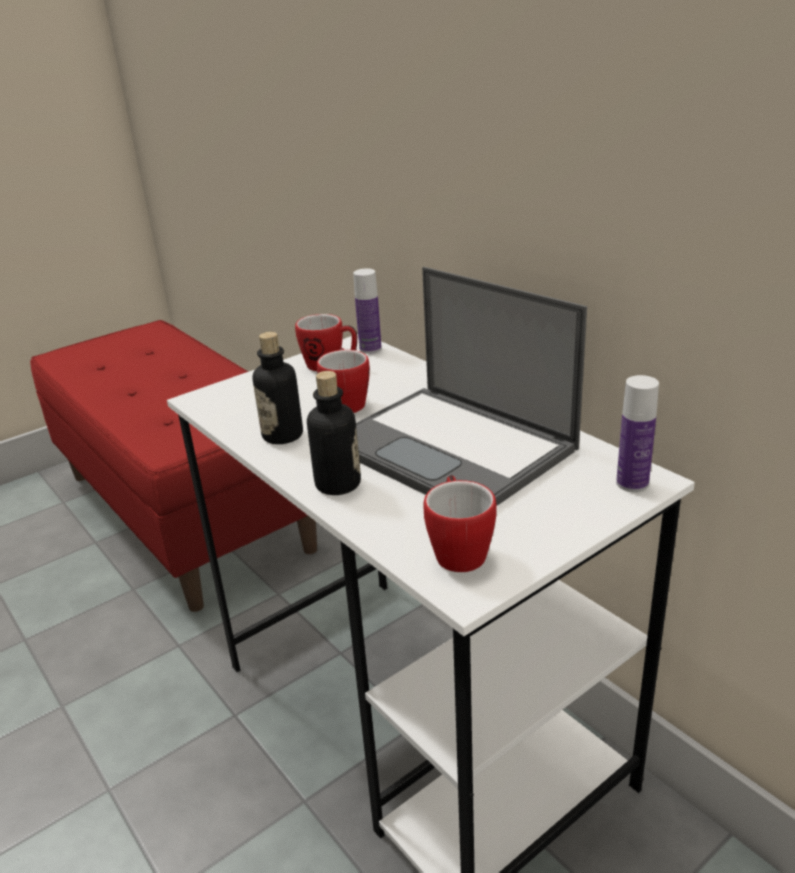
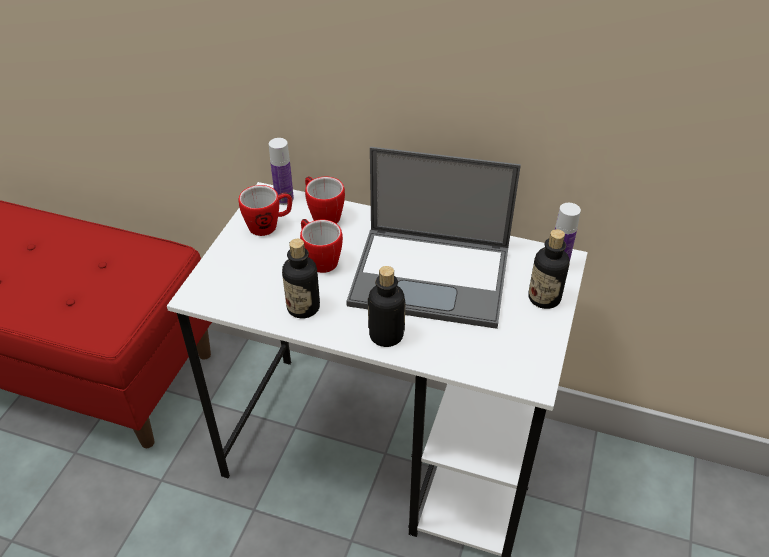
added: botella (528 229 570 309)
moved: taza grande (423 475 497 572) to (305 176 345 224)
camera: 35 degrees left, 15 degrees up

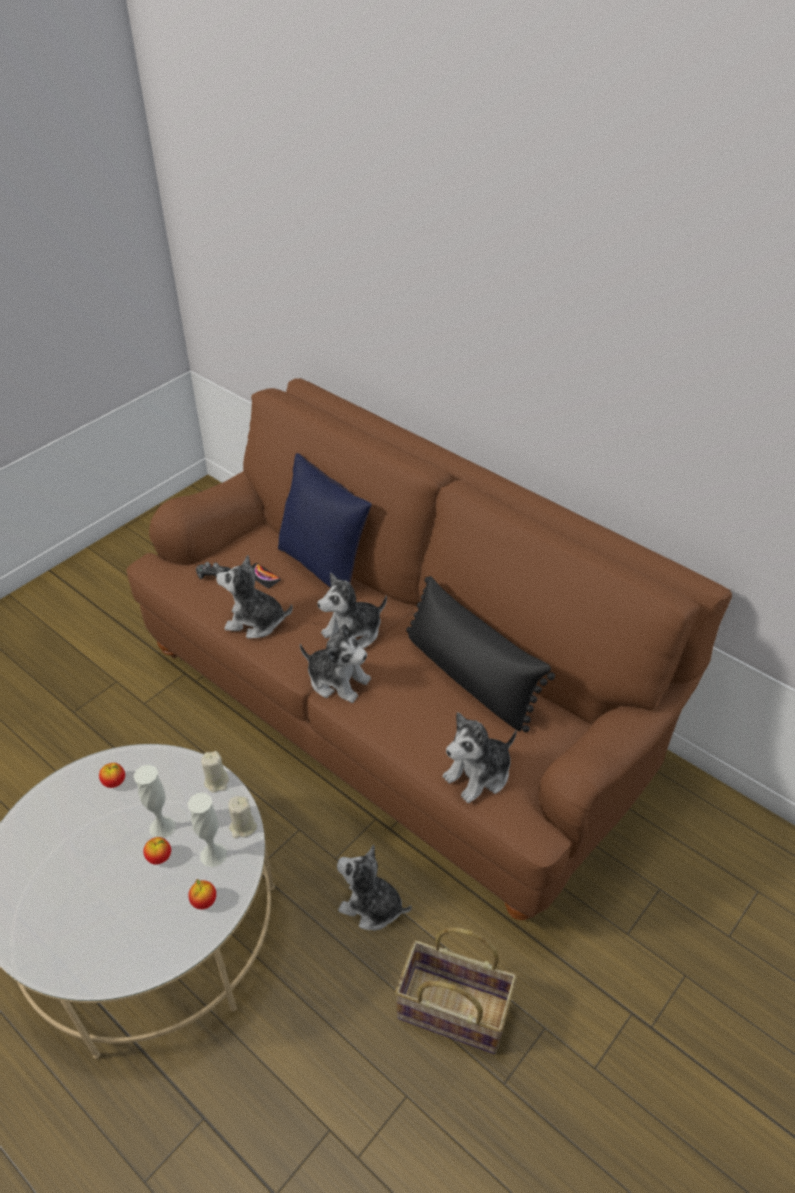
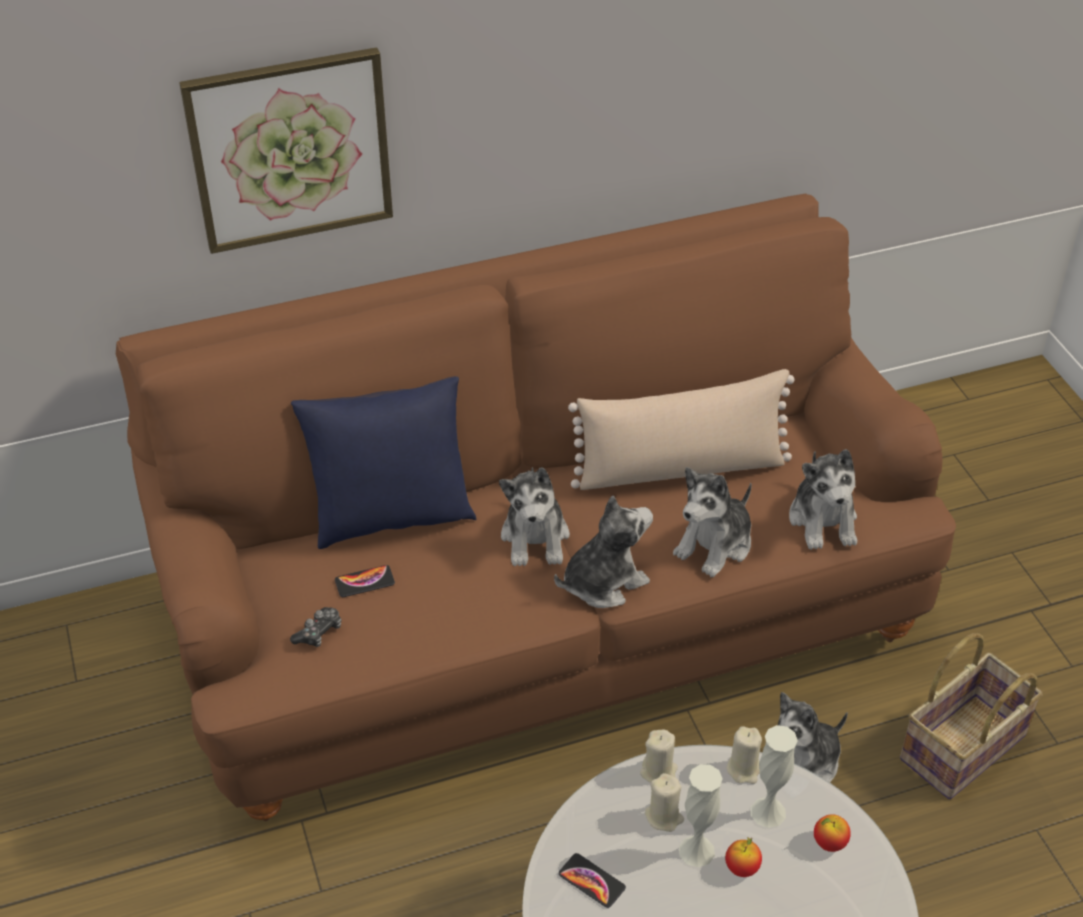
added: cuadro (179 47 393 254); vela/beis (645 773 684 832)
moved: peluche (216 555 293 639) to (673 467 752 577)
replaced: manzana (99 763 125 788) to móvil (559 853 626 908)
recoloured: cojín/negro (406 576 555 732) to cojín/beis (568 369 794 490)
camera: 60 degrees left, 0 degrees up

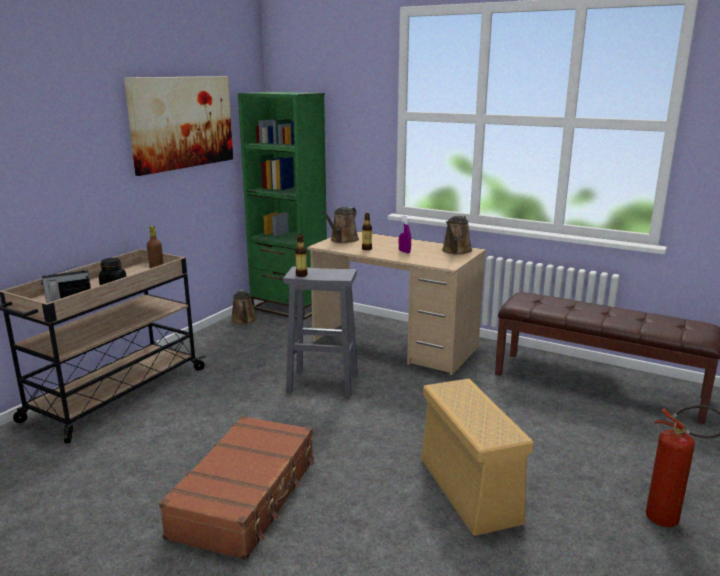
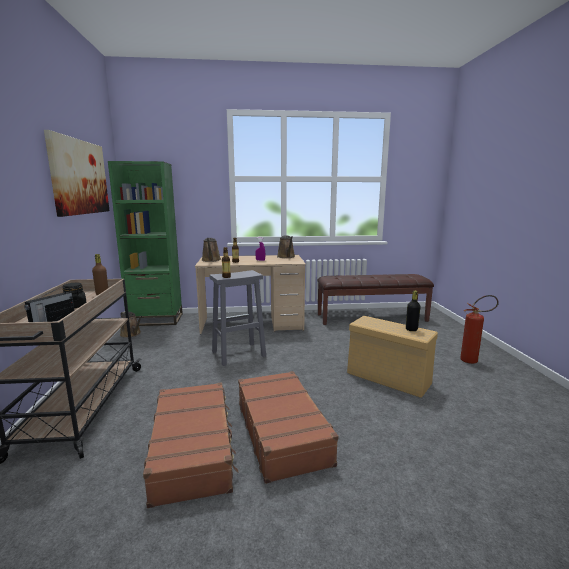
added: maleta/marrón (143 382 238 508); botella/negro (406 291 421 331)
camera: 35 degrees left, 5 degrees down

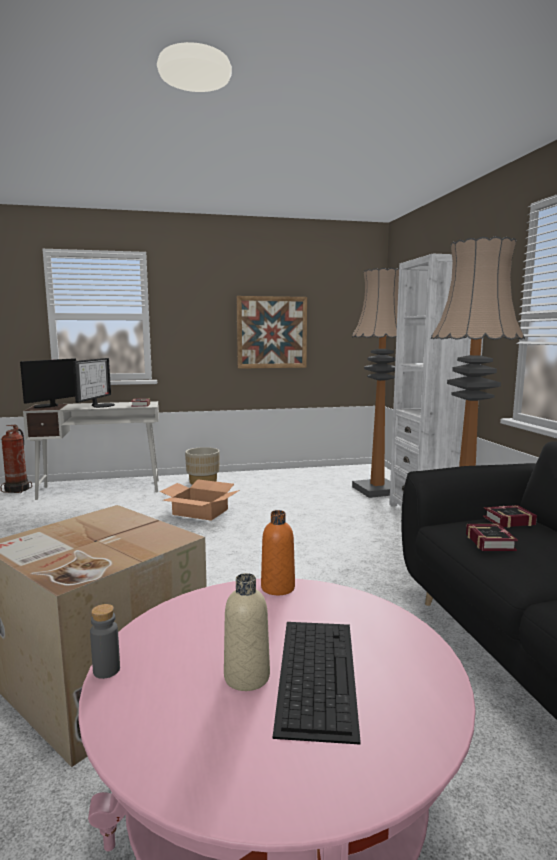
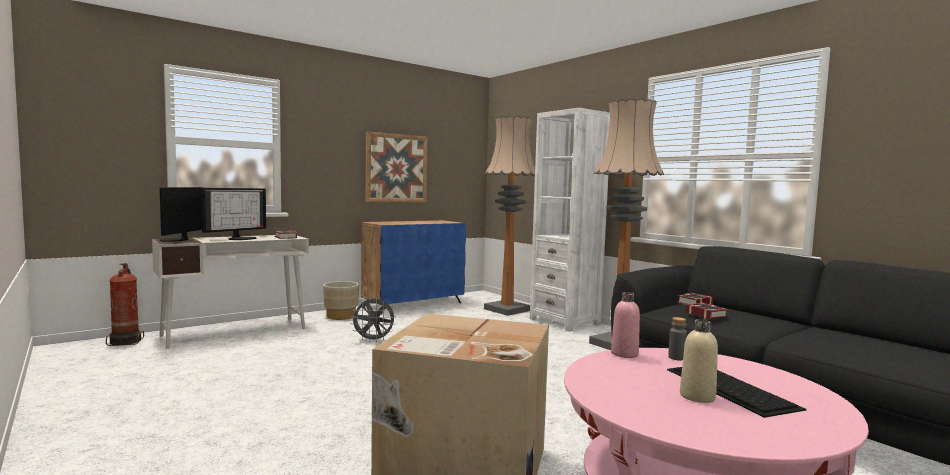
added: armario/azul (361 220 466 315)
moved: botella/gris (90 604 120 679) to (668 317 687 360)
replaced: caja de cartón (160 479 240 521) to ventilador/gris (350 298 396 342)
recoloured: botella/naranja (261 510 295 595) to botella/rosa (611 292 640 358)
turned: monitor (73 358 115 408) = (201 188 266 240) 45 degrees clockwise
camera: 25 degrees left, 5 degrees down

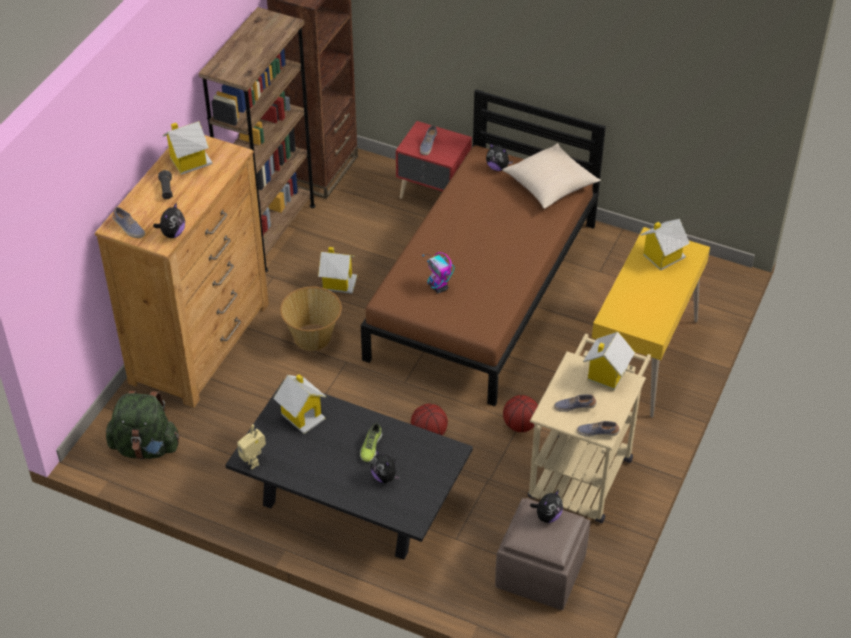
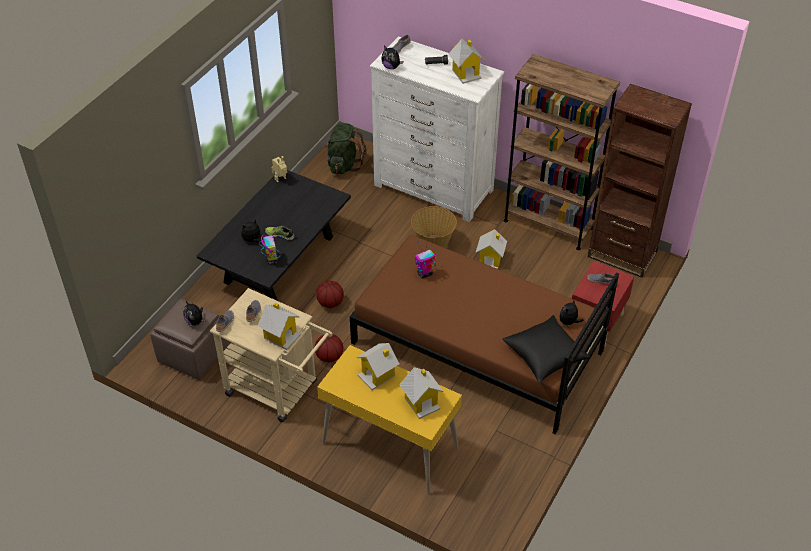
added: robot de juguete (258 230 282 265)
moved: casita (273 374 326 434) to (357 343 399 390)
recoloured: cómoda/marrón (95 135 269 408) to cómoda/blanco (370 36 504 222); cojín/beis (502 143 601 209) to cojín/negro (503 315 591 383)
camera: 95 degrees right, 0 degrees up

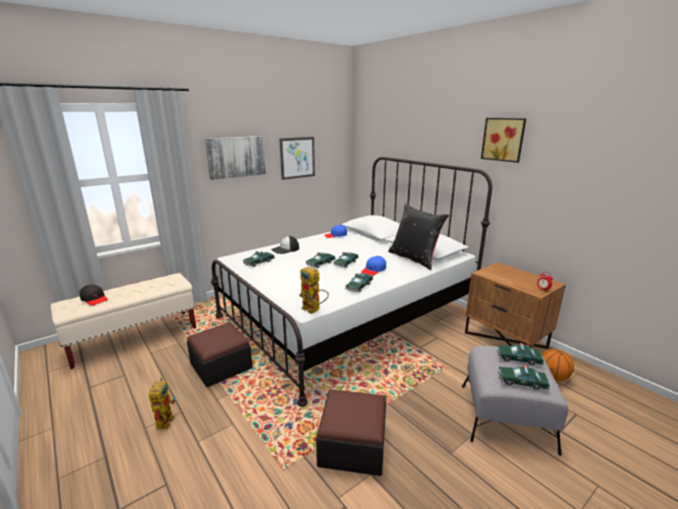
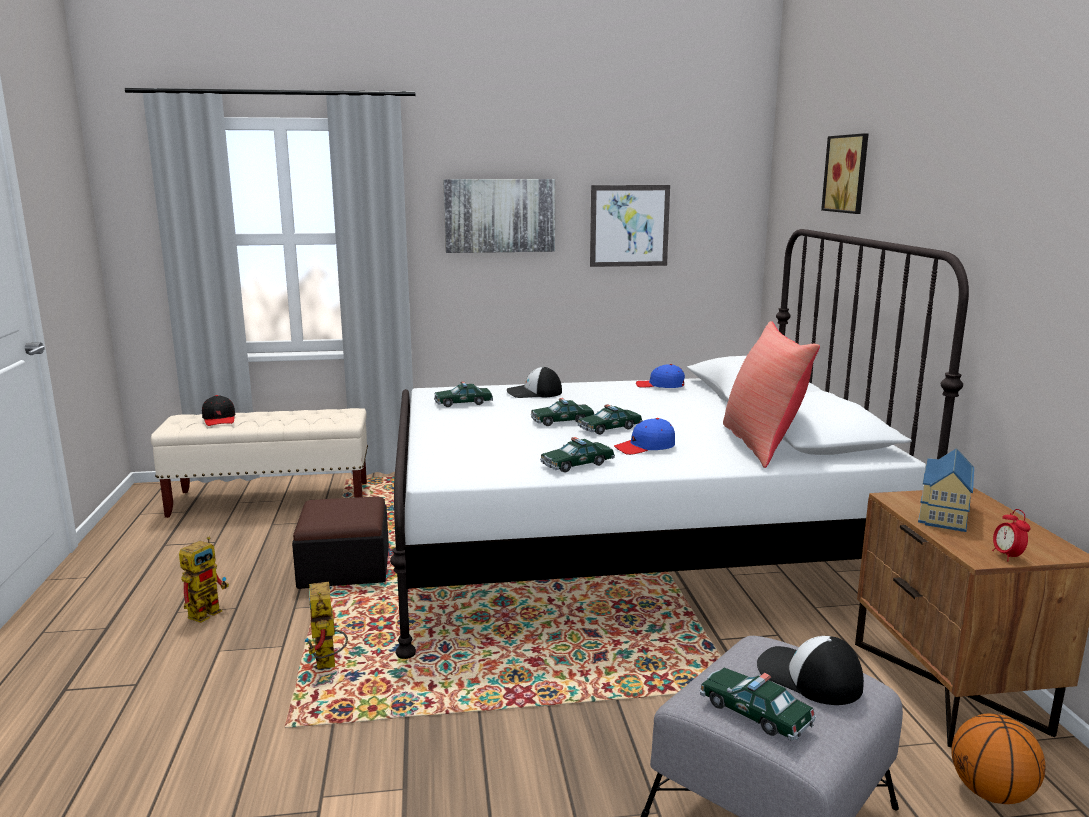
removed: puf (316 390 386 476)
added: casita (918 448 974 532)
moved: robot de juguete (299 266 329 314) to (304 582 348 669); cuadro (481 118 526 163) to (821 133 868 214)
replaced: coche de juguete (497 343 544 365) to gorra (757 636 864 705)
recoloured: cojín/negro (388 203 449 270) to cojín/rojo (723 321 820 468)
camera: 30 degrees right, 5 degrees down

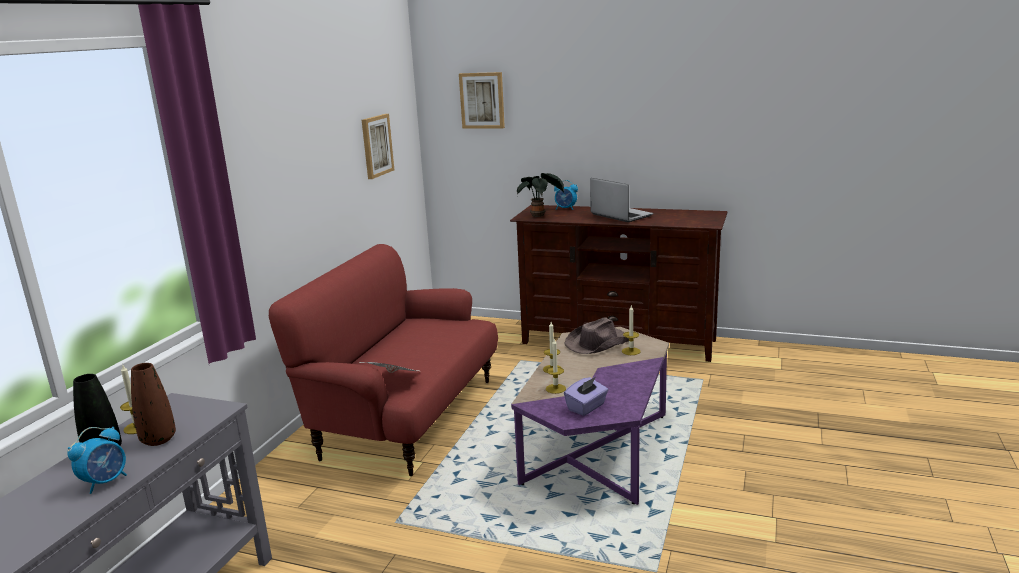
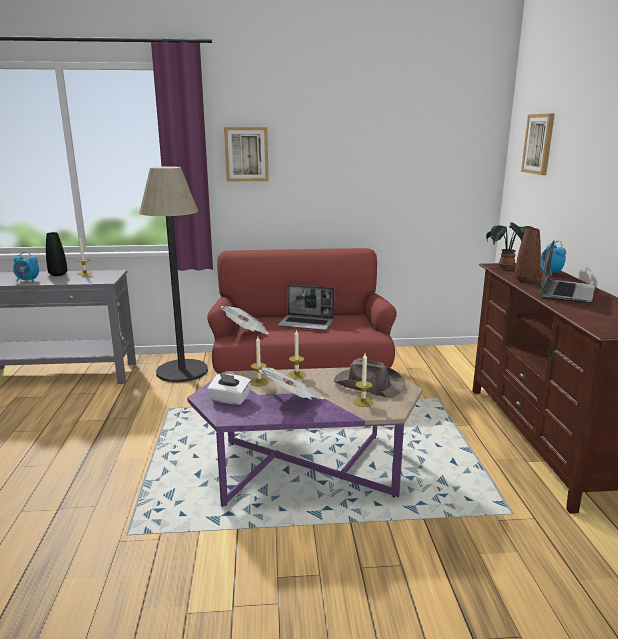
added: lámpara de pie (139 166 208 382); periódico (258 367 325 400); portátil (278 284 334 330)
moved: florero/marrón (131 363 176 446) to (515 228 541 283); cuadro (362 114 394 179) to (224 127 269 181)
recoloured: caja de pañuelos/morado (564 377 608 416) to caja de pañuelos/blanco (207 373 251 405)
camera: 65 degrees right, 0 degrees up

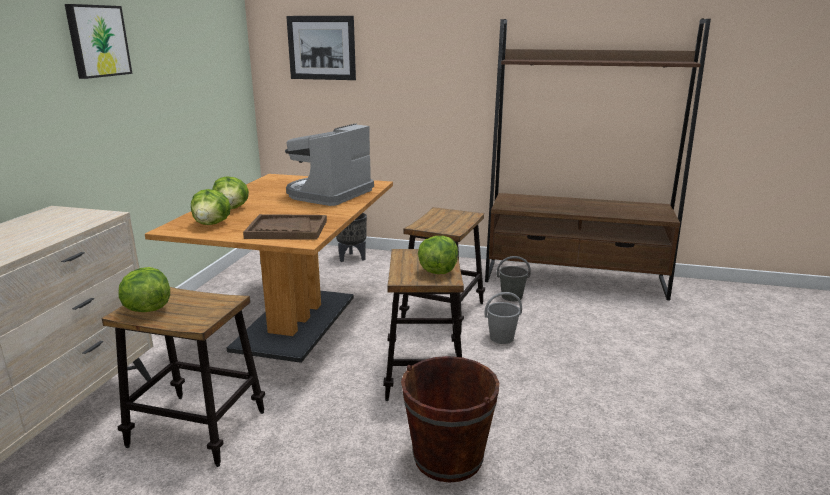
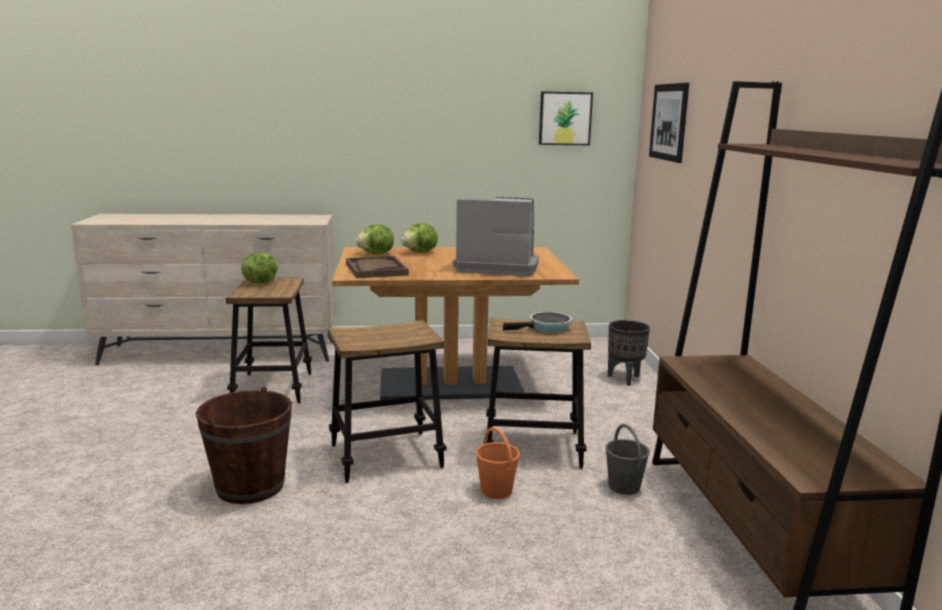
removed: lechuga (418 236 458 274)
added: sartén (503 312 572 332)
moved: cuadro (65 4 132 79) to (539 91 593 145)
recoloured: cubo/gris (484 292 522 344) to cubo/naranja (476 427 520 499)
camera: 70 degrees right, 5 degrees down

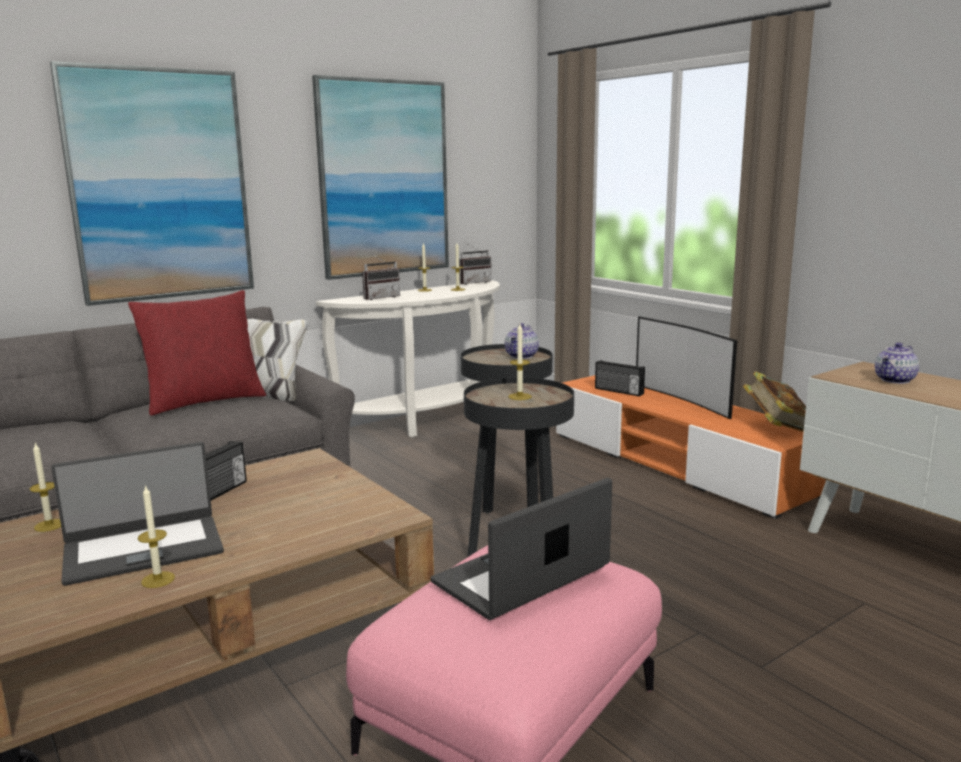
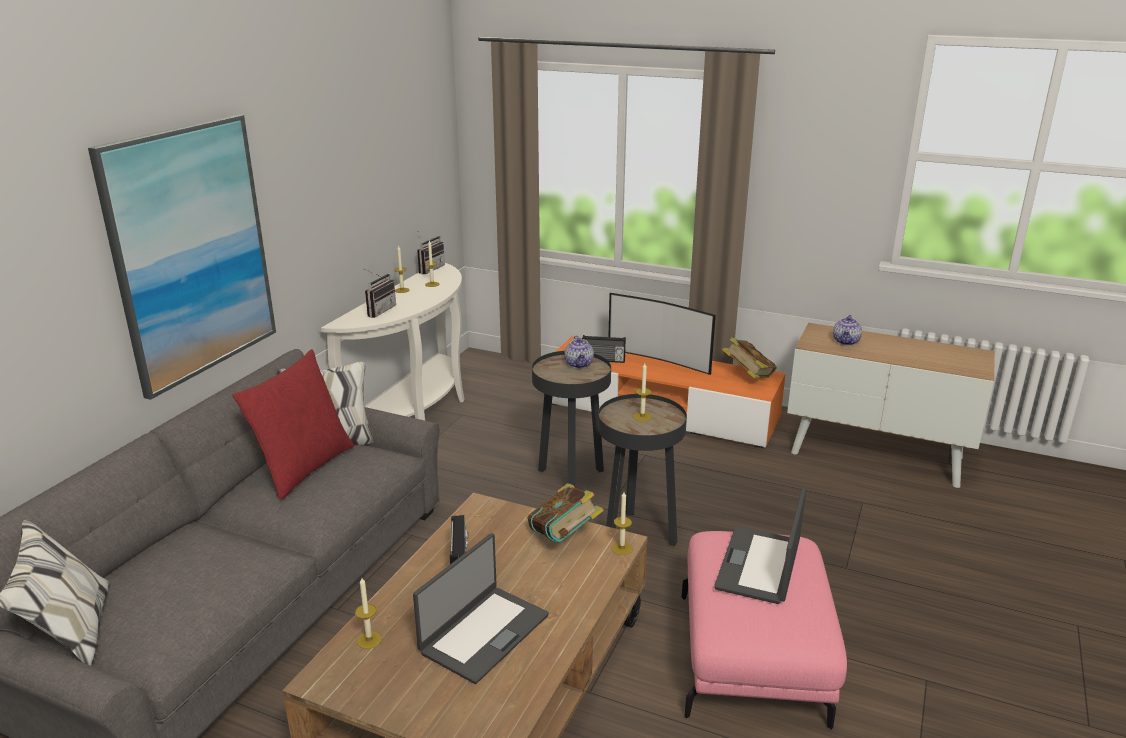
removed: cuadro (312 75 449 280)
added: libro (528 483 604 542)
moved: vela (138 485 175 588) to (612 492 633 555)
camera: 30 degrees left, 10 degrees up

